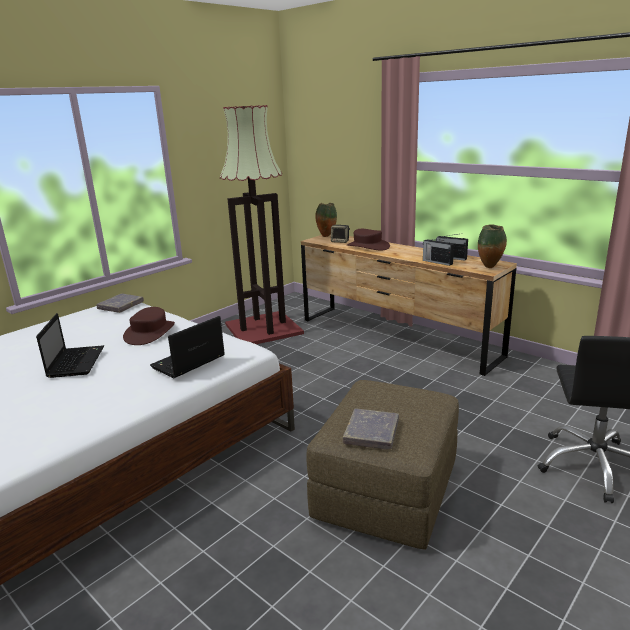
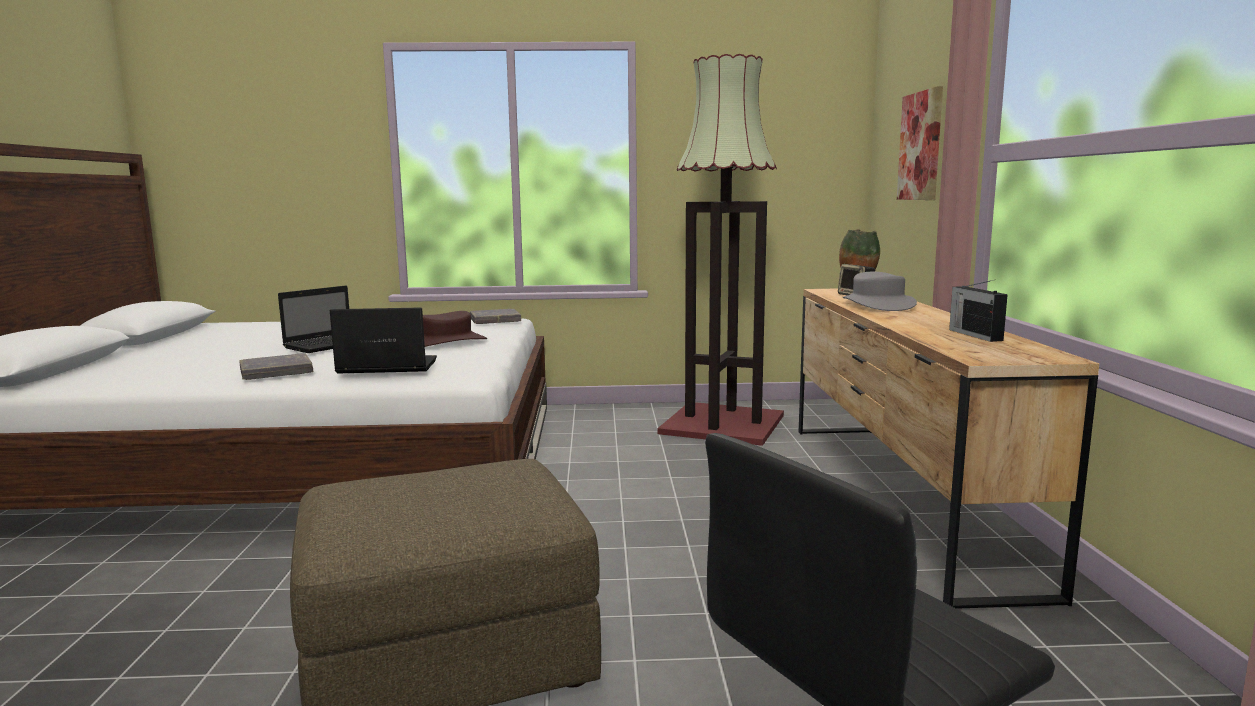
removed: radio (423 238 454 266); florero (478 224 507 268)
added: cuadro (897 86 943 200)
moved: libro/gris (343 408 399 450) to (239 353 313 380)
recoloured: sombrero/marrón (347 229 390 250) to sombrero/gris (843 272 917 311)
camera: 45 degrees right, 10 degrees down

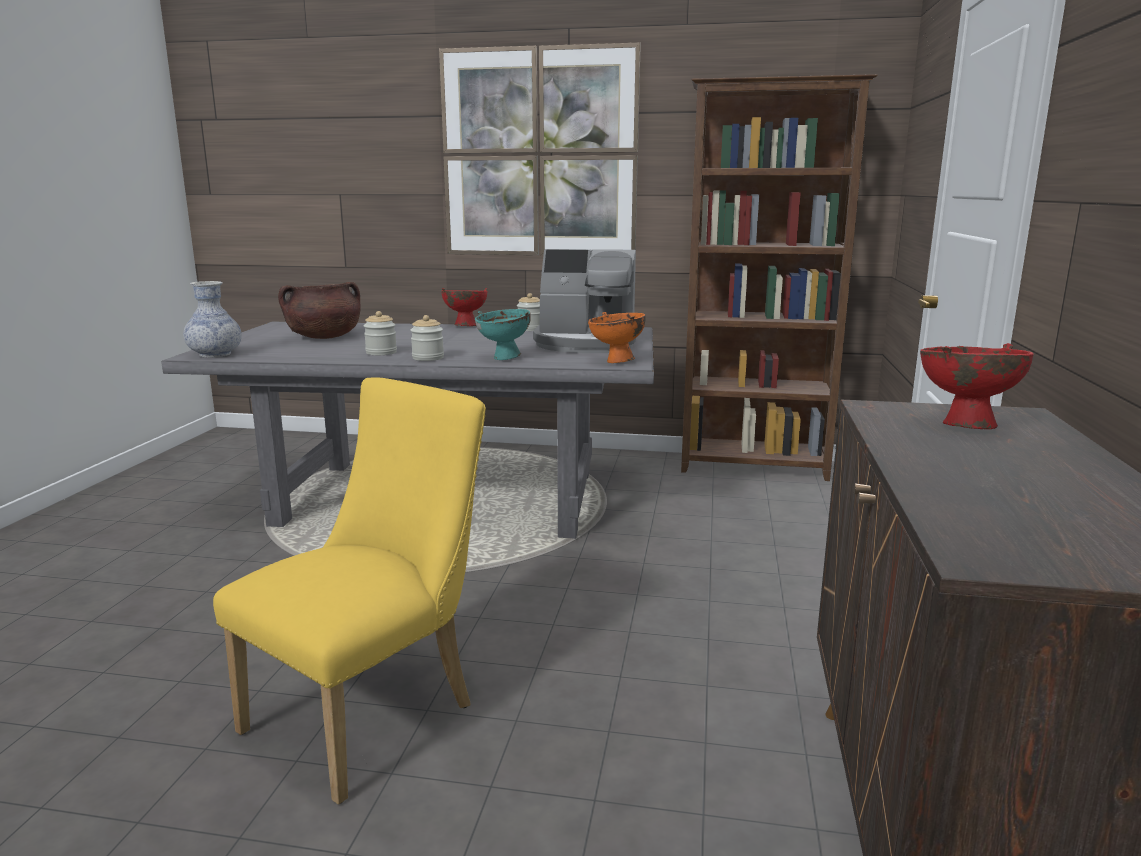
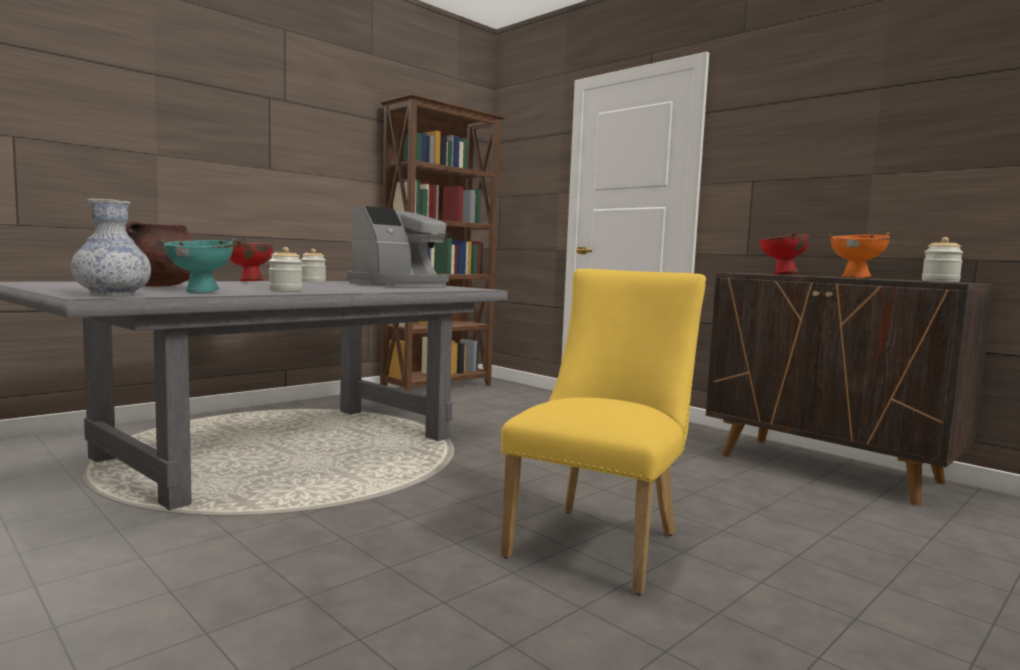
removed: cuadro (439 42 641 256)
moved: tarro (410 315 444 361) to (922 237 964 282); cuenco/turquesa (475 309 531 360) to (161 238 235 293); cuenco/naranja (588 312 645 363) to (829 232 890 278)
turned: silla/amarillo (213 378 486 805) = (501 269 706 595) 45 degrees clockwise
camera: 55 degrees left, 10 degrees down

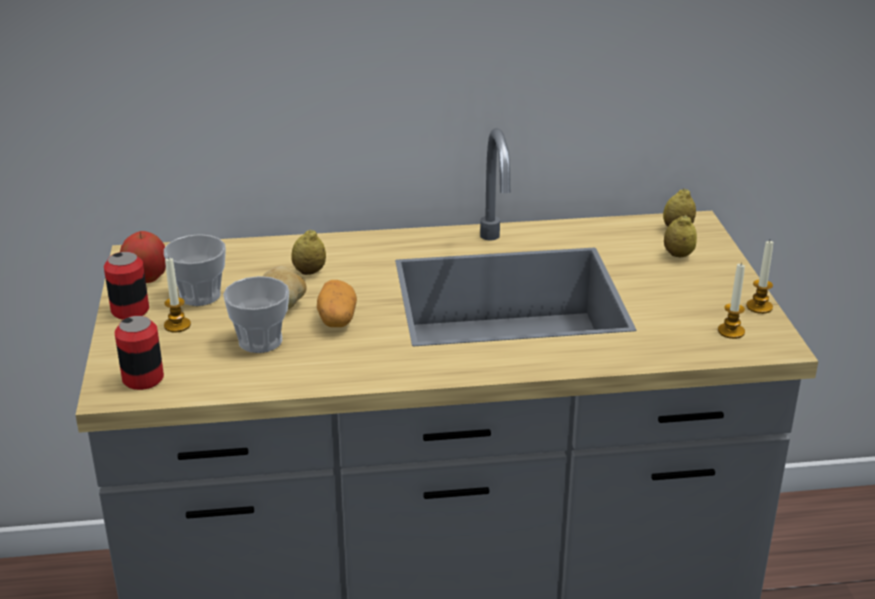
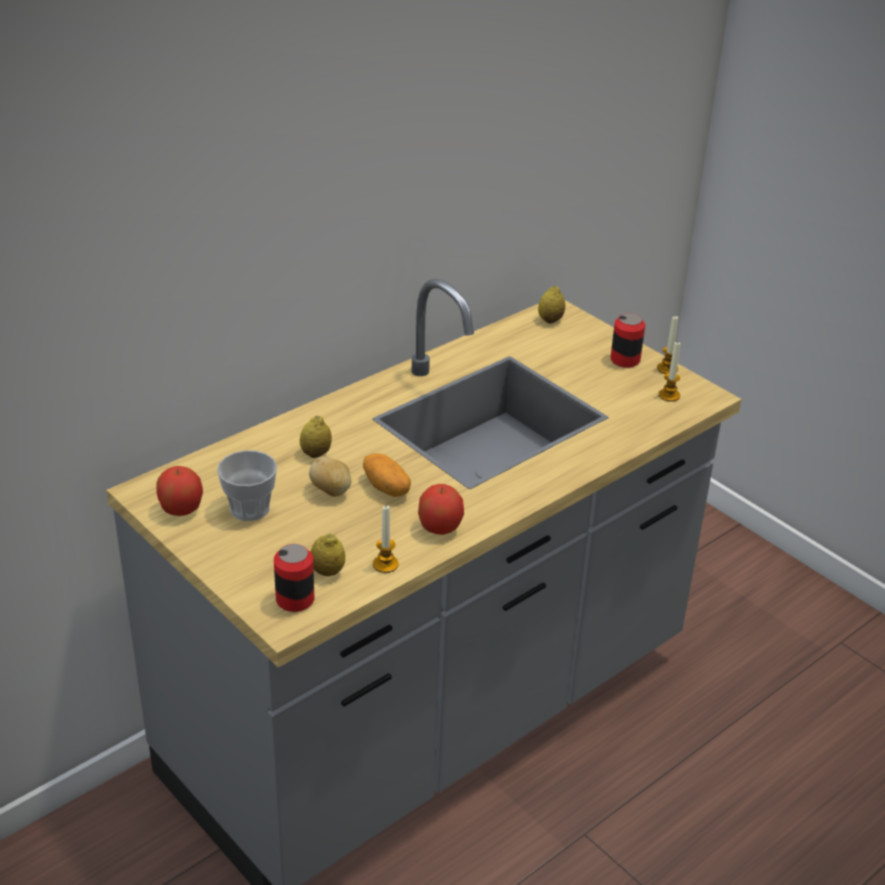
removed: taza (223 276 289 353)
added: manzana (418 484 464 535)
moved: lata (104 252 149 320) to (610 313 645 368); vela (164 257 191 333) to (373 505 399 573); limón (664 215 697 257) to (311 534 345 576)
camera: 35 degrees left, 5 degrees up

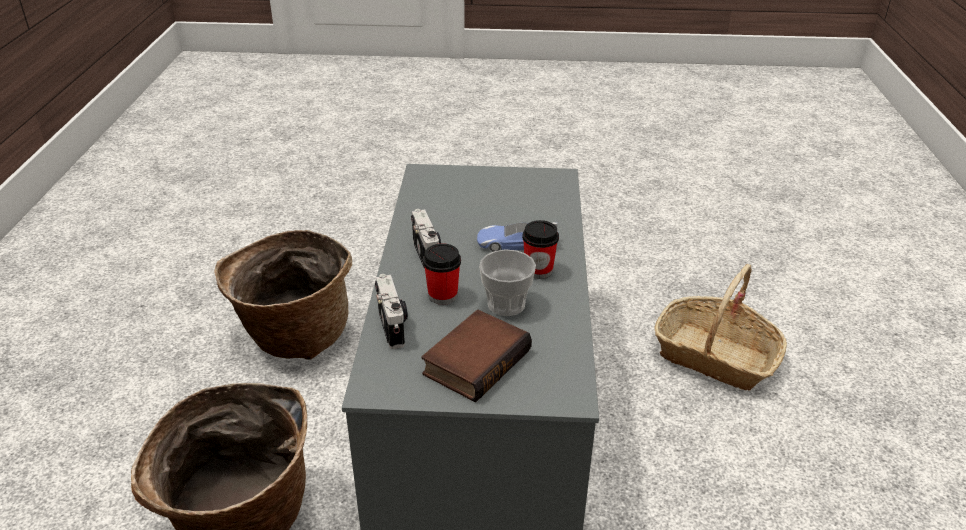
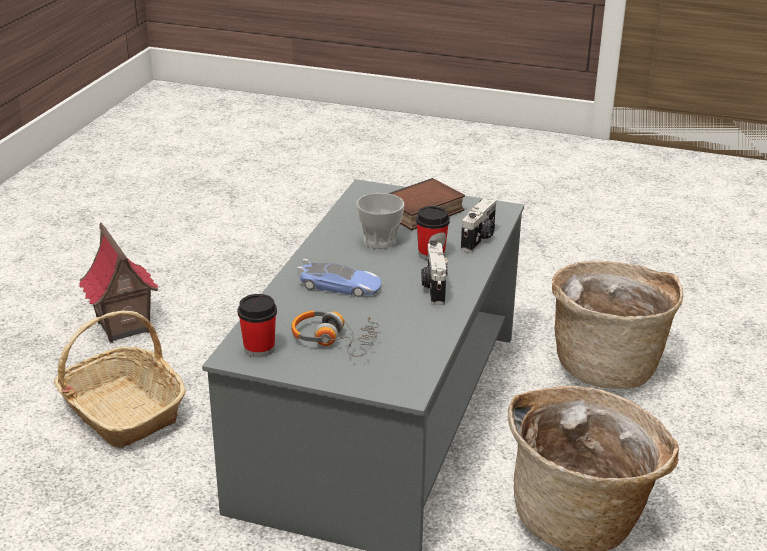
added: casita (79 222 158 342); auriculares (291 311 379 357)
moved: taza (522 220 559 279) to (238 294 277 357)
turned: cámara (375 274 408 349) = (461 197 496 253) 150 degrees counterclockwise
camera: 165 degrees left, 5 degrees down

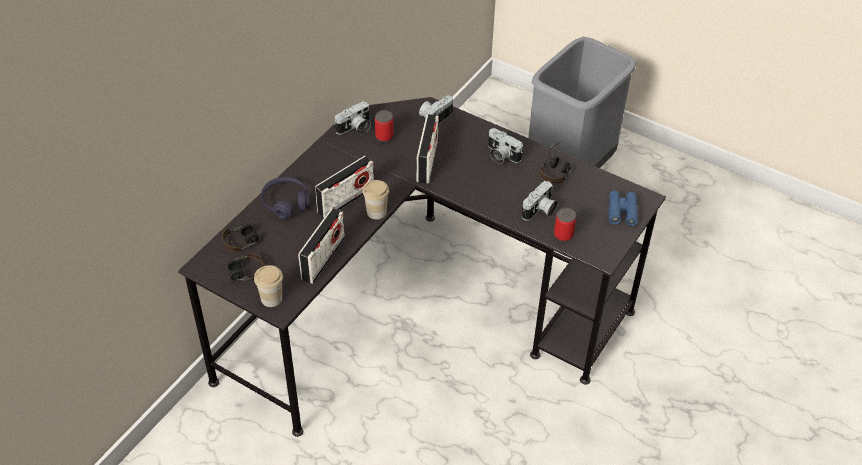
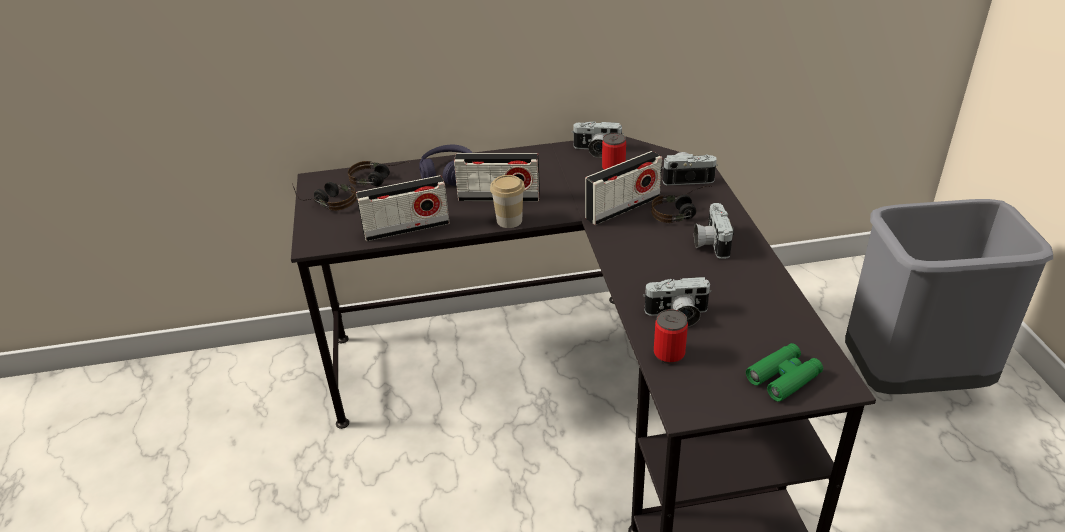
removed: taza (254 265 283 307)
moved: auriculares (540 141 571 184) to (651 186 708 223)
recoloured: prismáticos/azul (609 191 638 226) to prismáticos/verde (746 343 823 402)
camera: 50 degrees right, 10 degrees down

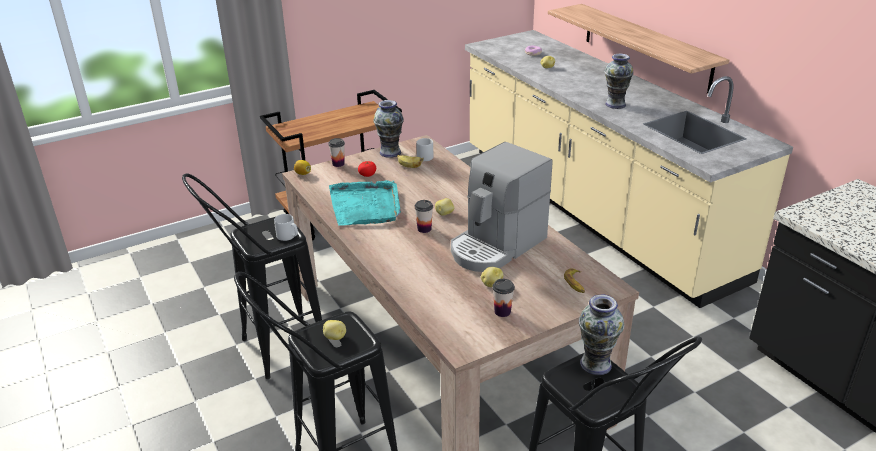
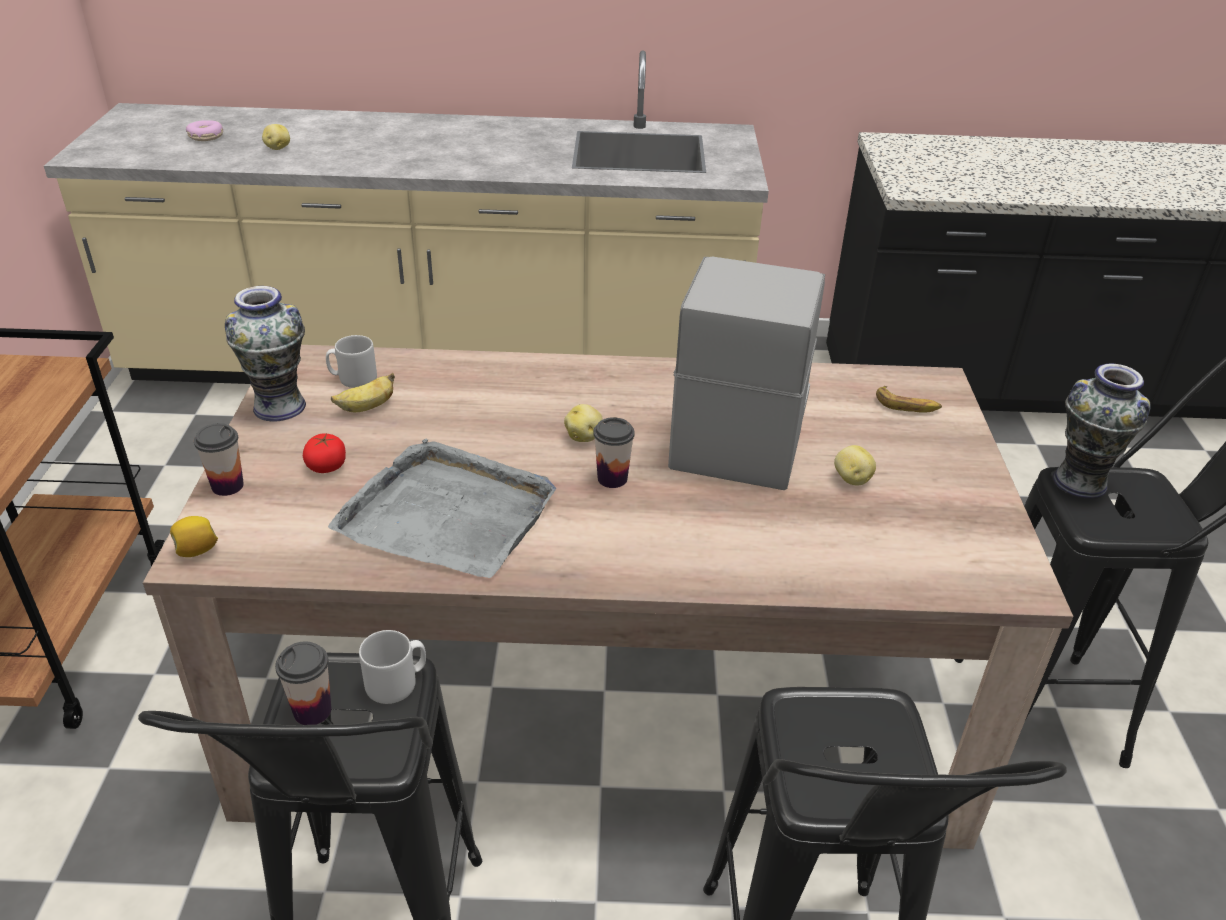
removed: patata (323 320 346 340); estante (548 4 729 94); florero (604 54 634 109)
moved: taza (492 279 515 317) to (275 642 331 725)
recoloured: bandeja/turquesa (329 180 401 225) to bandeja/gris (328 439 556 578)
turned: cafetera (451 142 553 272) = (668 257 825 490) 150 degrees counterclockwise
camera: 60 degrees left, 5 degrees up

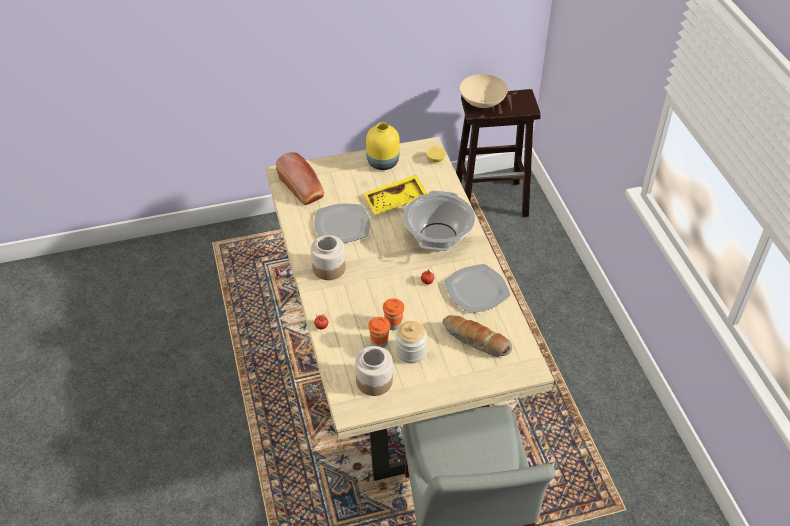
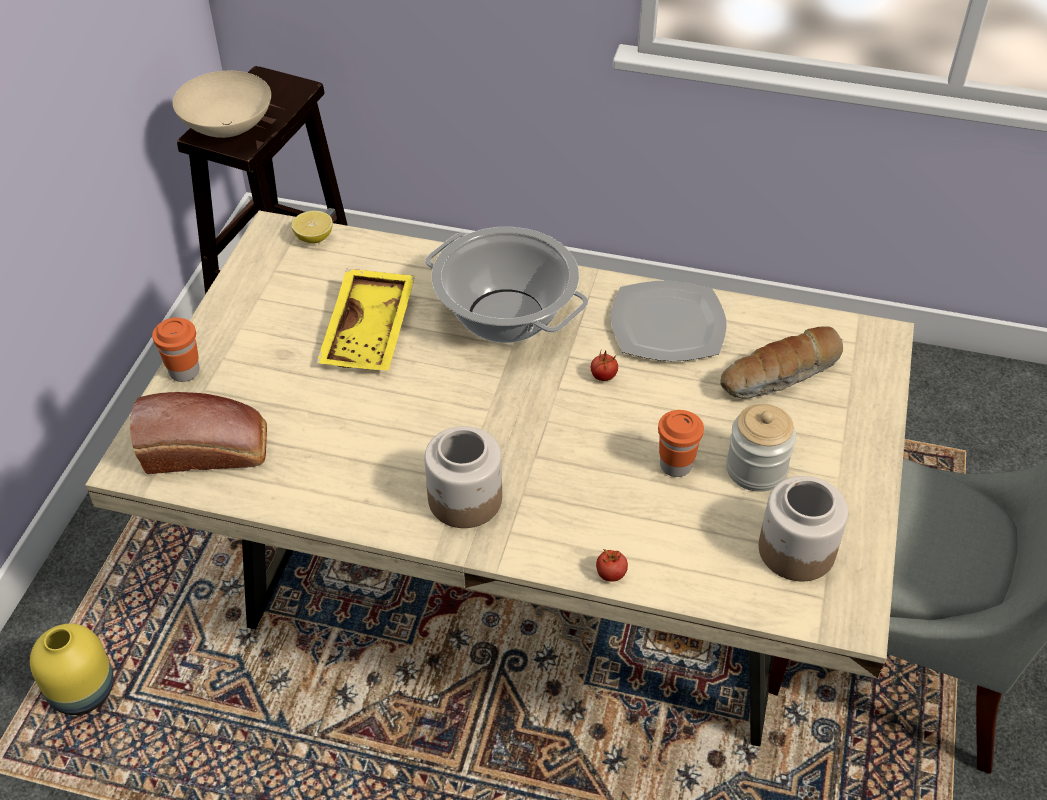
removed: plato (314 203 370 243)
moved: florero/amarillo (366 122 400 170) to (30 624 113 715); taza/naranja (368 317 390 348) to (152 318 199 382)
camera: 60 degrees left, 0 degrees up

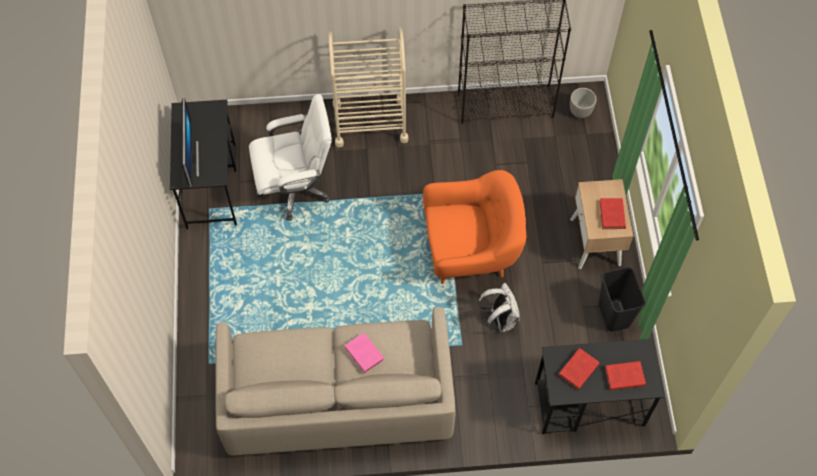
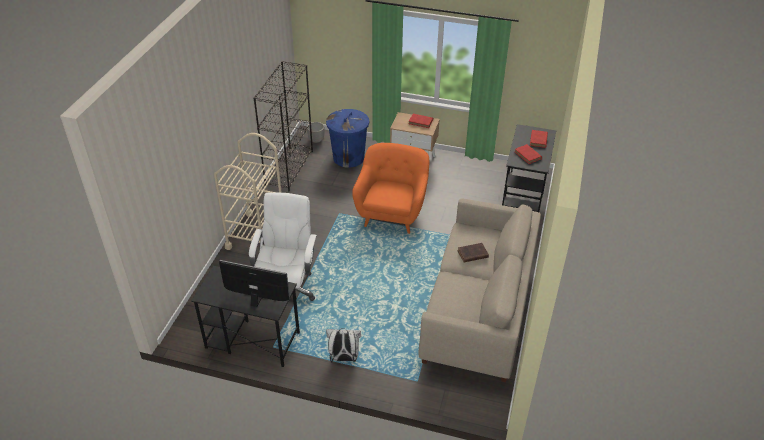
removed: papelera/negro (599 267 646 332)
added: papelera/azul (326 109 369 168)
moved: mochila/blanco (478 283 520 332) to (326 328 361 362)
recoloured: libro/rosa (344 333 384 373) to libro/marrón (457 243 489 263)
camera: 70 degrees left, 20 degrees down

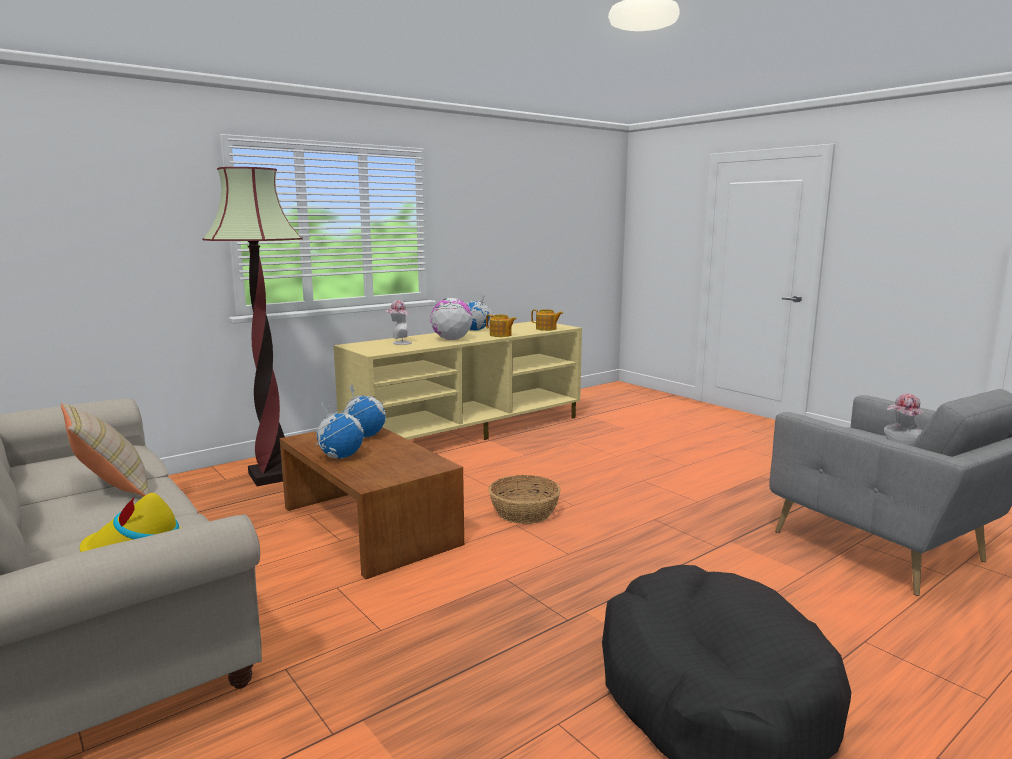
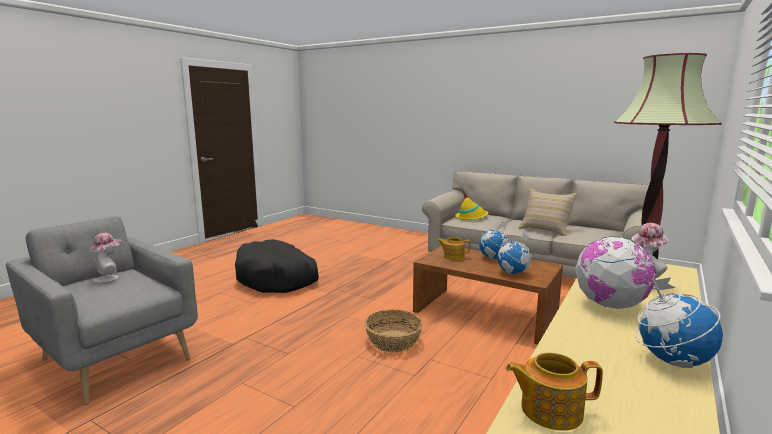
moved: tetera (486 314 517 337) to (438 237 470 260)
camera: 160 degrees right, 0 degrees up

